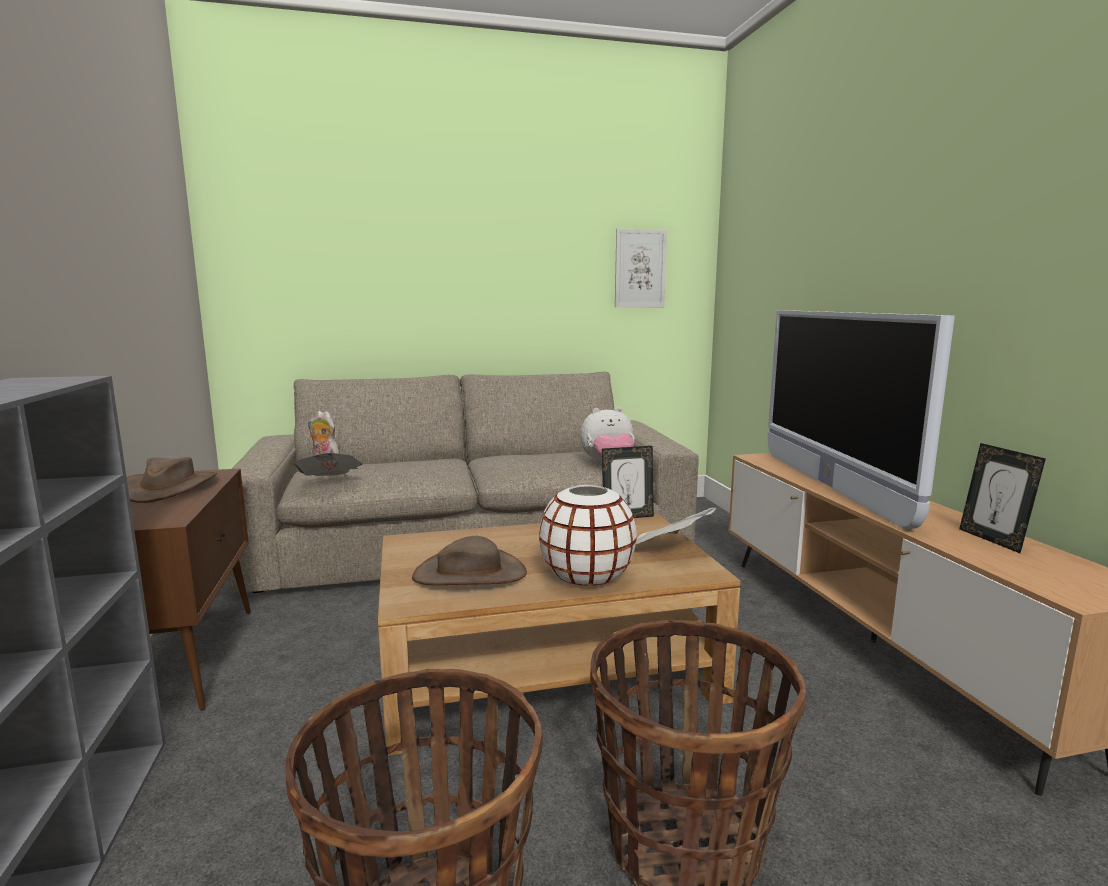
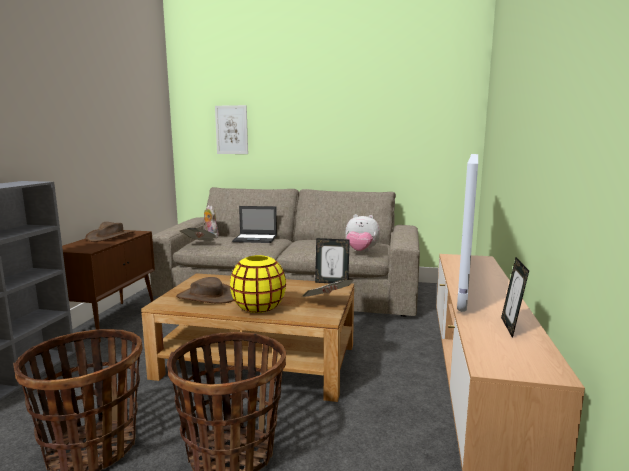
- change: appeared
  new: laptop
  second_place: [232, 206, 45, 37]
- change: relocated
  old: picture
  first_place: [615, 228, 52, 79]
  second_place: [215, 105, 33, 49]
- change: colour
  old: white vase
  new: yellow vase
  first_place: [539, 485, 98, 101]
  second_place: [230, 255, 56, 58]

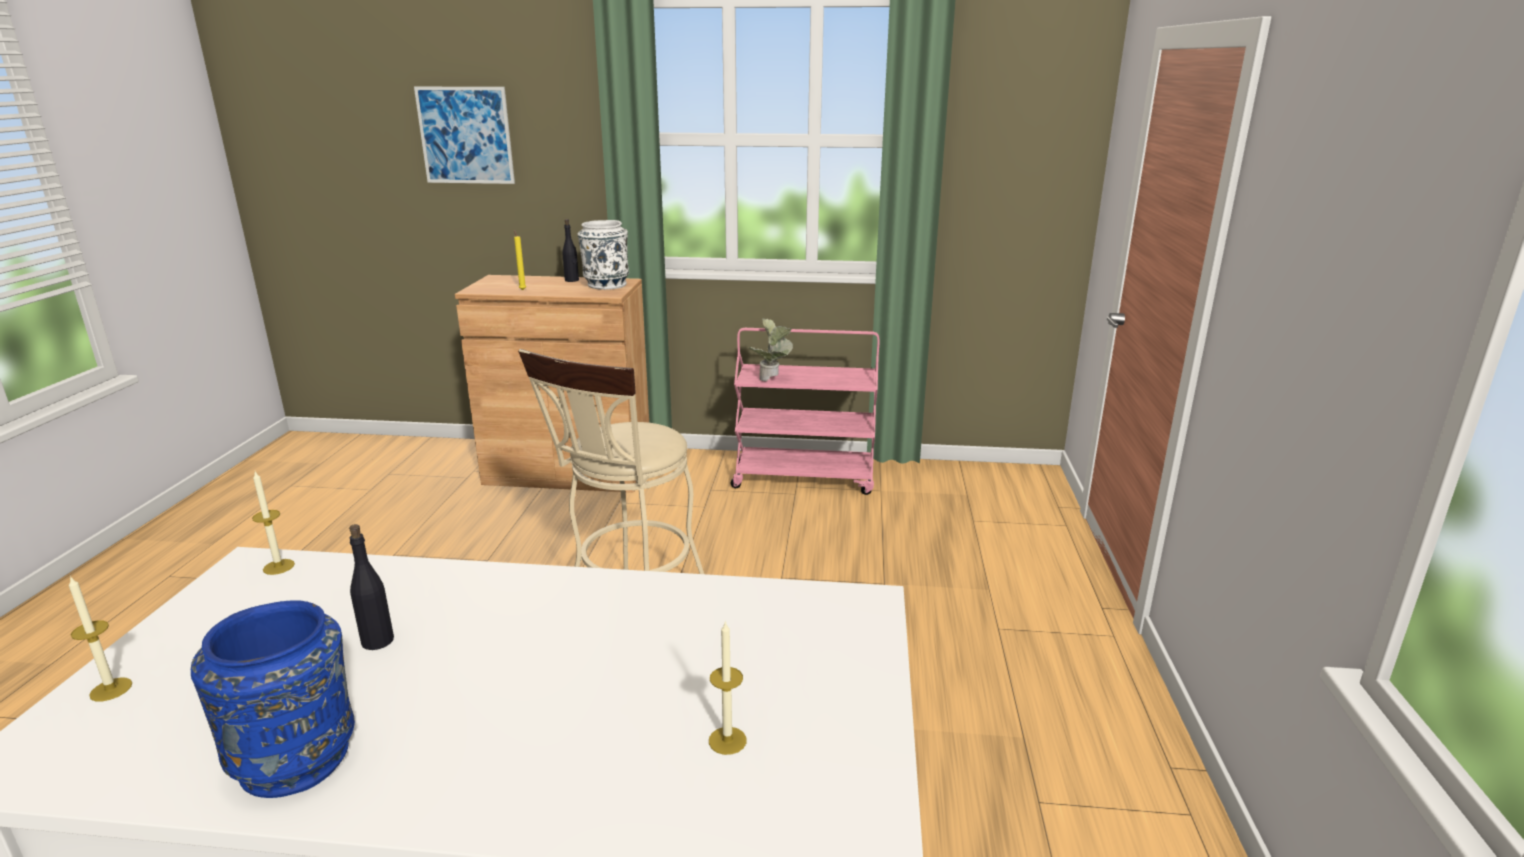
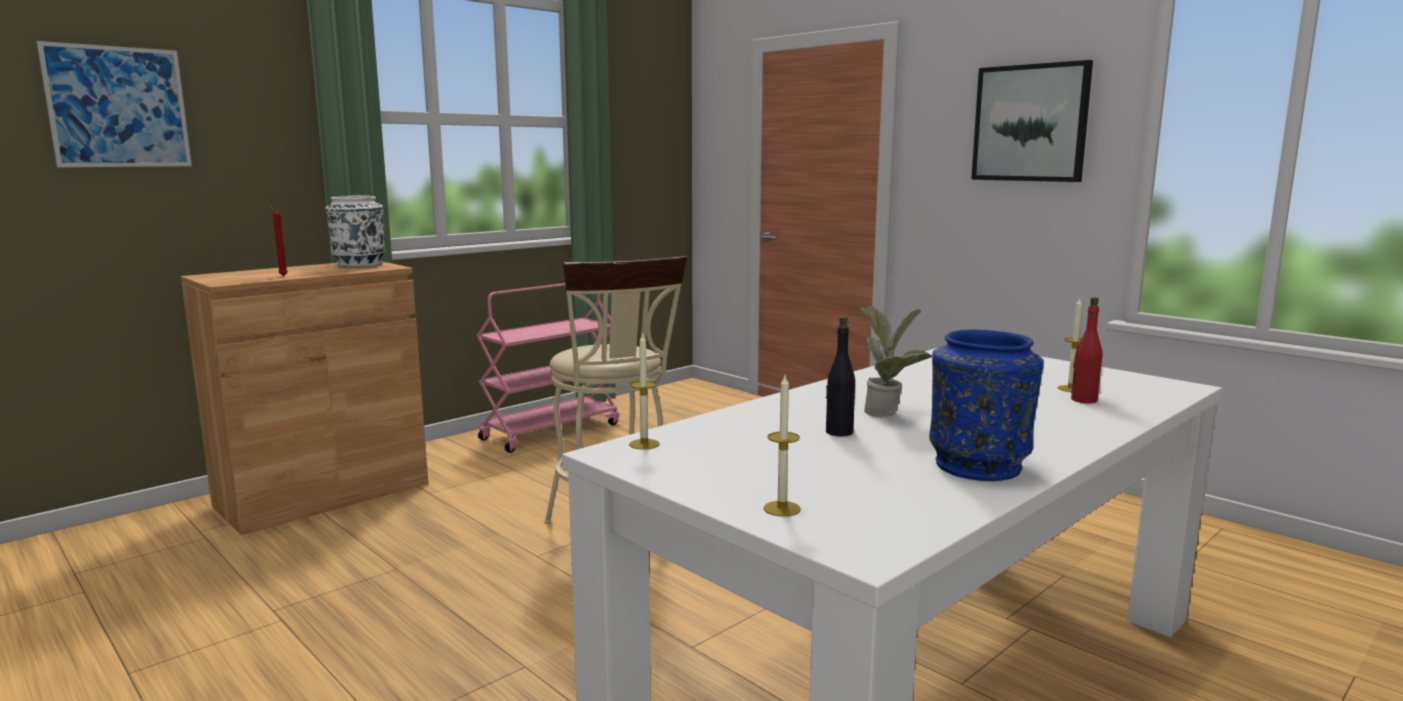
- change: missing
  old: black bottle
  first_place: [562, 219, 17, 63]
- change: appeared
  new: picture
  second_place: [971, 60, 122, 122]
- change: appeared
  new: red bottle
  second_place: [1071, 297, 31, 107]
- change: relocated
  old: potted plant
  first_place: [749, 318, 44, 63]
  second_place: [861, 306, 71, 112]
- change: colour
  old: yellow candle
  new: red candle
  first_place: [514, 230, 12, 60]
  second_place: [269, 206, 19, 70]

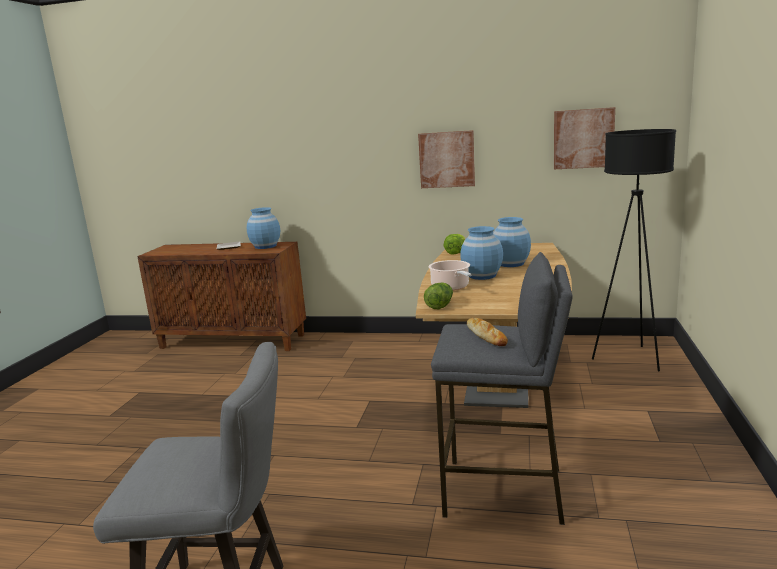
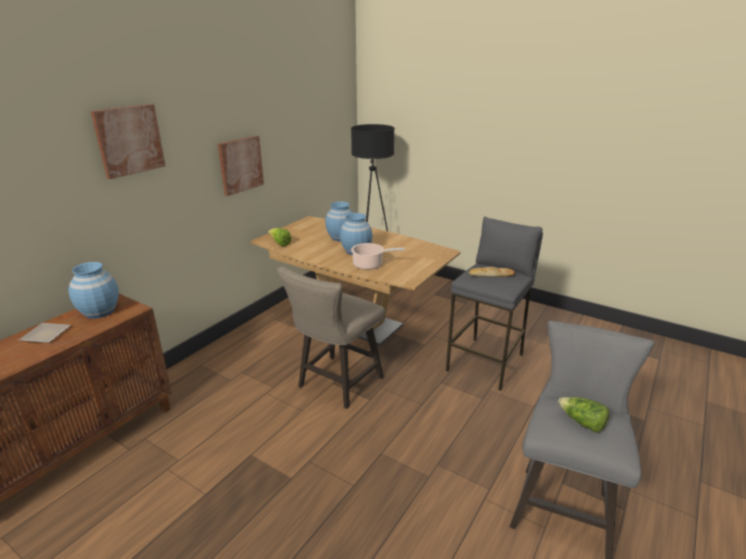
- change: appeared
  new: beige stool
  second_place: [277, 266, 108, 143]
- change: relocated
  old: lettuce
  first_place: [424, 282, 29, 27]
  second_place: [558, 397, 51, 35]
- change: relocated
  old: picture
  first_place: [554, 107, 61, 62]
  second_place: [91, 104, 75, 75]

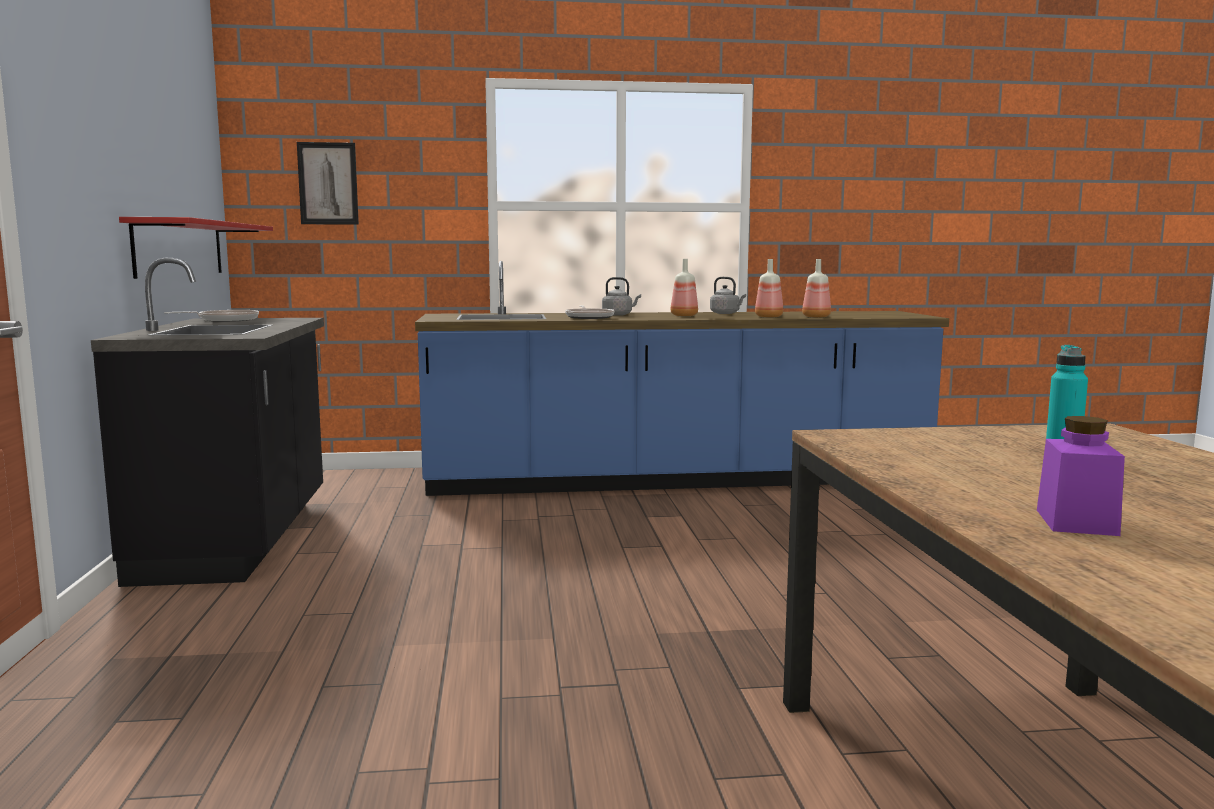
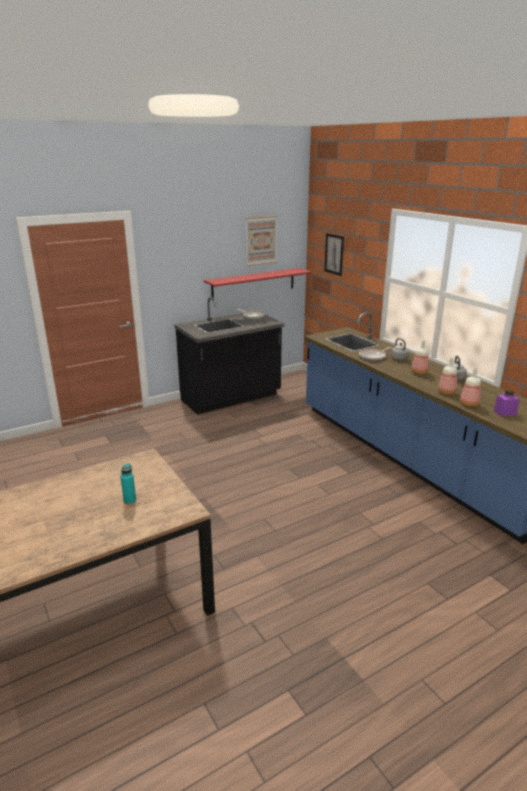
- change: appeared
  new: picture
  second_place: [246, 216, 31, 50]
- change: relocated
  old: purple jar
  first_place: [1037, 416, 88, 120]
  second_place: [494, 389, 25, 28]

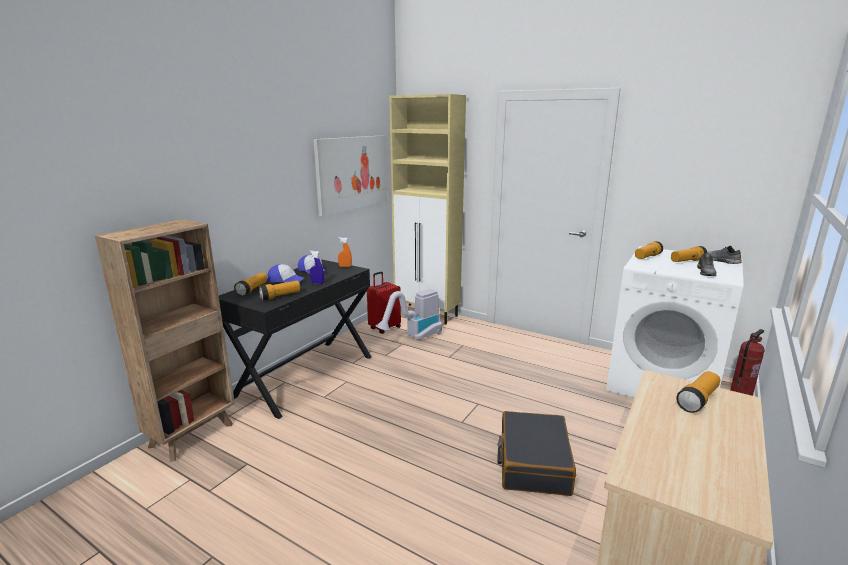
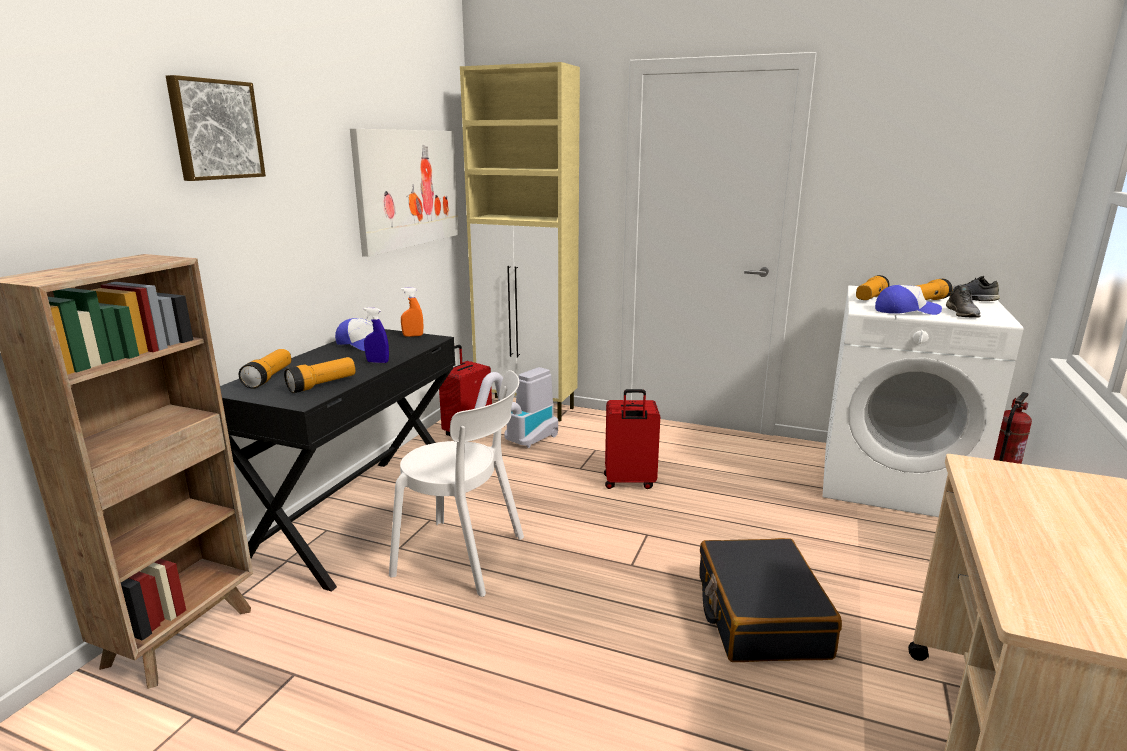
- change: missing
  old: flashlight
  first_place: [676, 371, 44, 42]
- change: appeared
  new: picture
  second_place: [166, 75, 100, 106]
- change: appeared
  new: white chair
  second_place: [389, 370, 135, 227]
- change: appeared
  new: red suitcase
  second_place: [604, 389, 56, 100]
- change: relocated
  old: cap
  first_place: [267, 264, 38, 19]
  second_place: [875, 285, 67, 30]

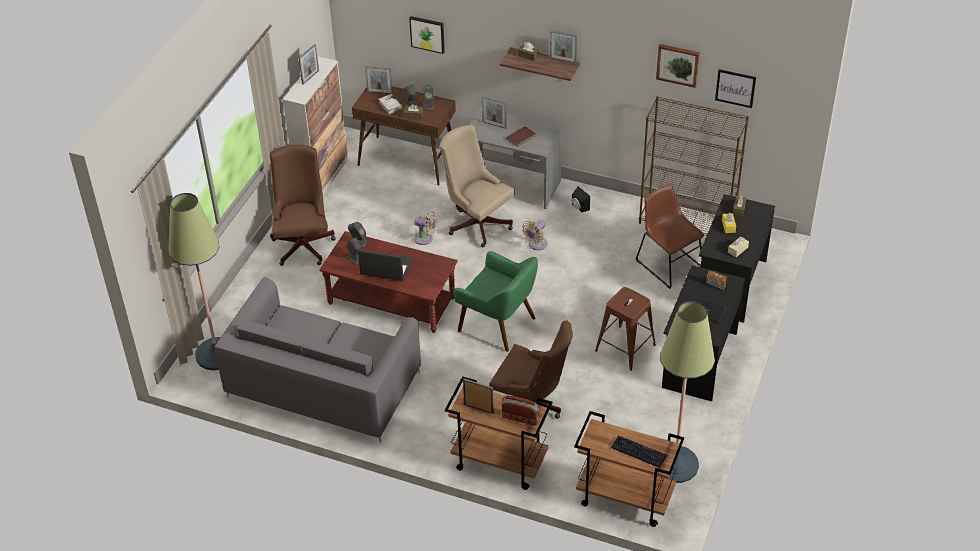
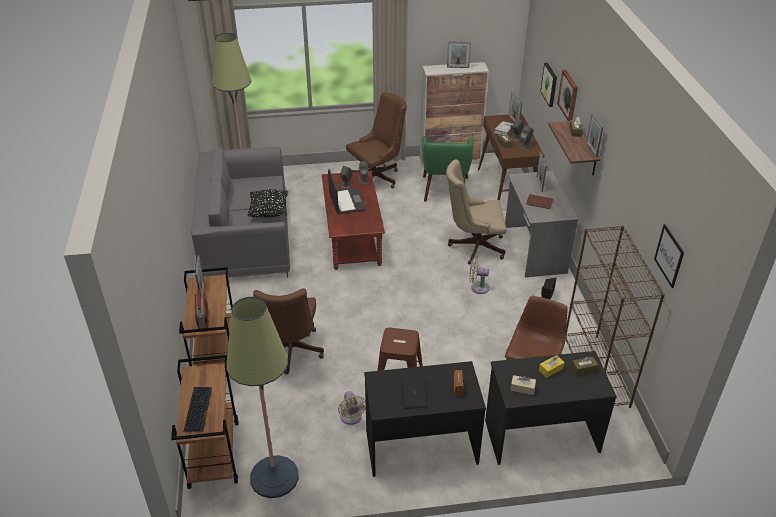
- change: appeared
  new: black pillow
  second_place: [248, 189, 40, 28]
- change: relocated
  old: beige fan
  first_place: [414, 211, 22, 34]
  second_place: [338, 391, 28, 34]
- change: relocated
  old: green armchair
  first_place: [453, 251, 85, 101]
  second_place: [422, 136, 51, 66]
- change: relocated
  old: picture
  first_place: [656, 44, 44, 44]
  second_place: [557, 70, 21, 51]
- change: spun
  old: beige office chair
  first_place: [439, 125, 76, 122]
  second_place: [446, 159, 61, 106]
  degrees: -105

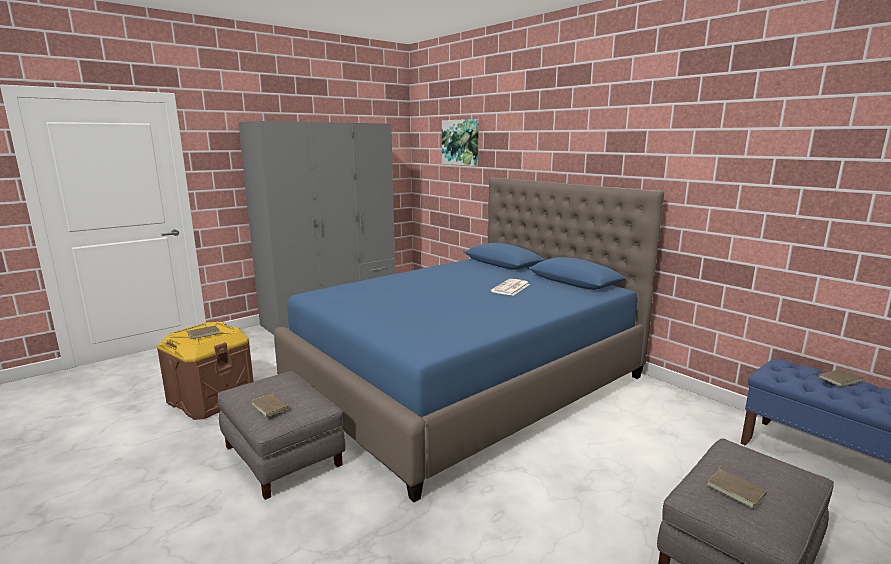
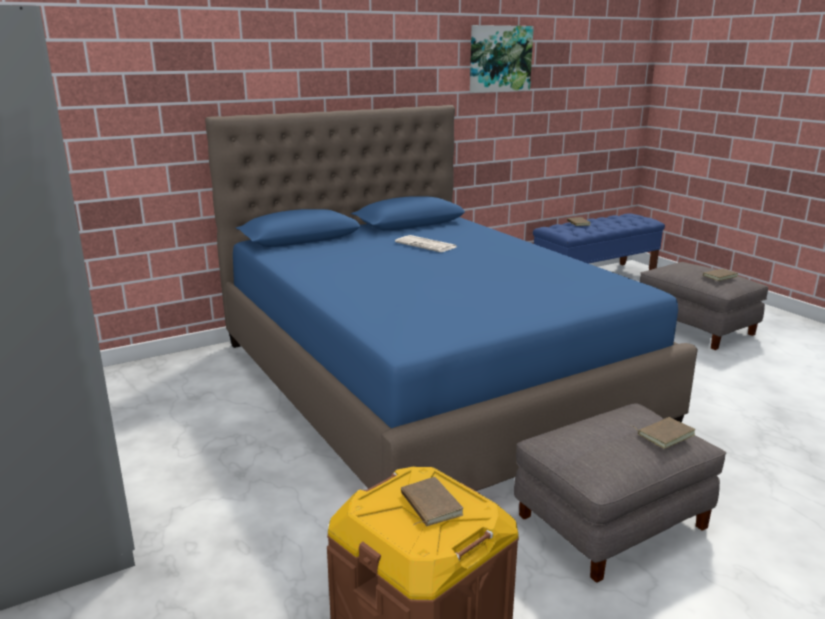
- change: relocated
  old: picture
  first_place: [442, 119, 37, 47]
  second_place: [470, 25, 64, 68]

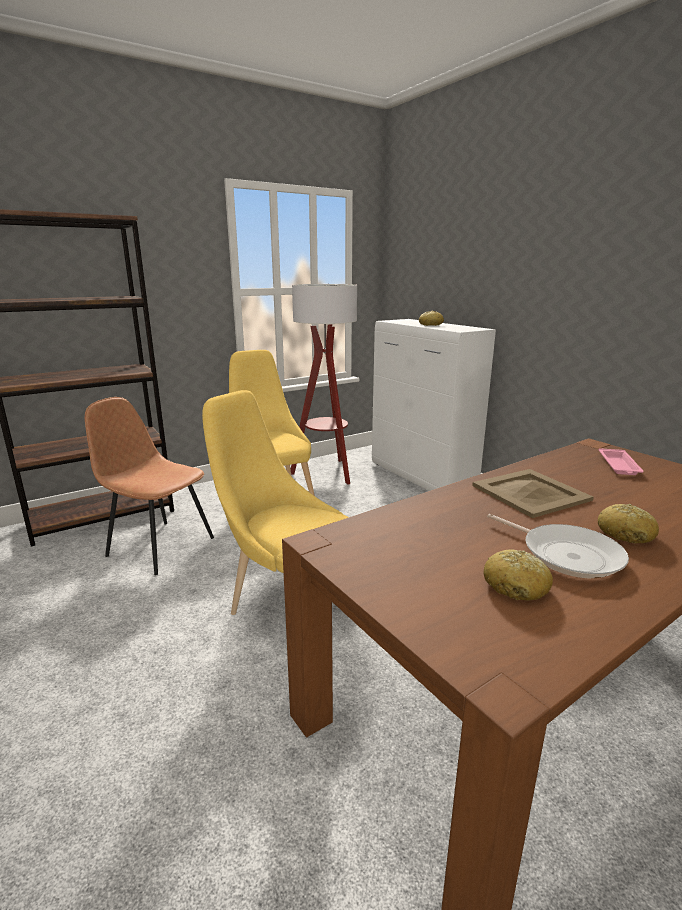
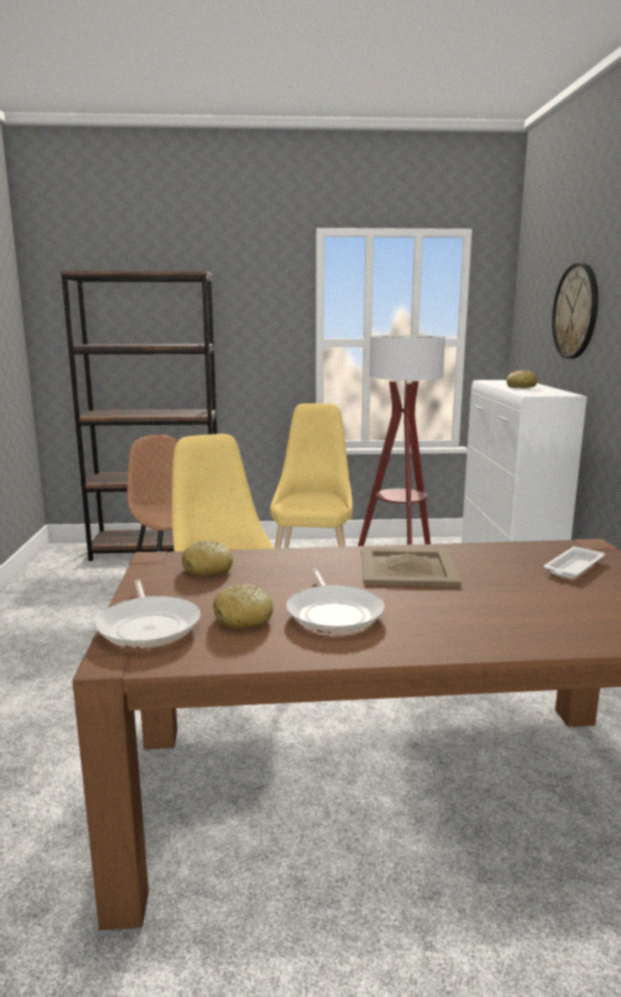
- change: appeared
  new: frying pan
  second_place: [95, 580, 106, 68]
- change: appeared
  new: wall clock
  second_place: [552, 263, 46, 96]
- change: relocated
  old: bread
  first_place: [598, 504, 61, 40]
  second_place: [182, 541, 51, 35]
- change: colour
  old: pink tray
  new: white tray
  first_place: [599, 448, 45, 27]
  second_place: [544, 546, 61, 33]

